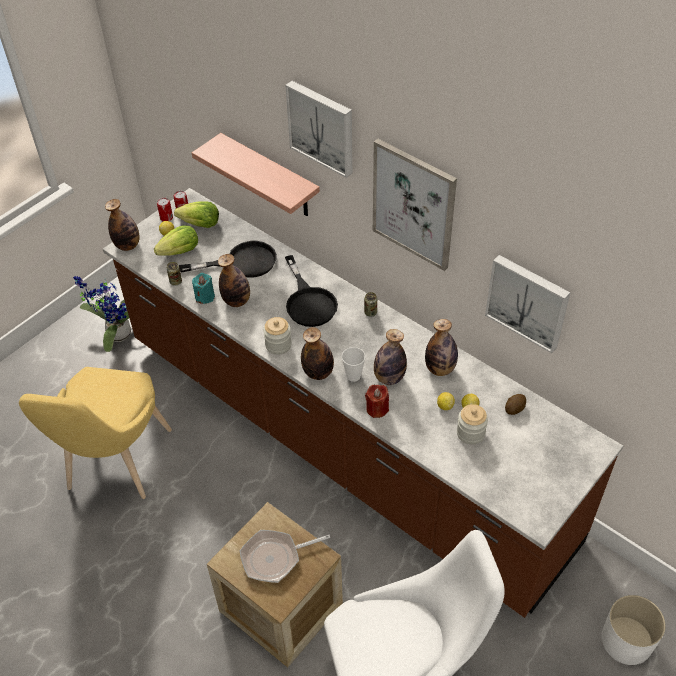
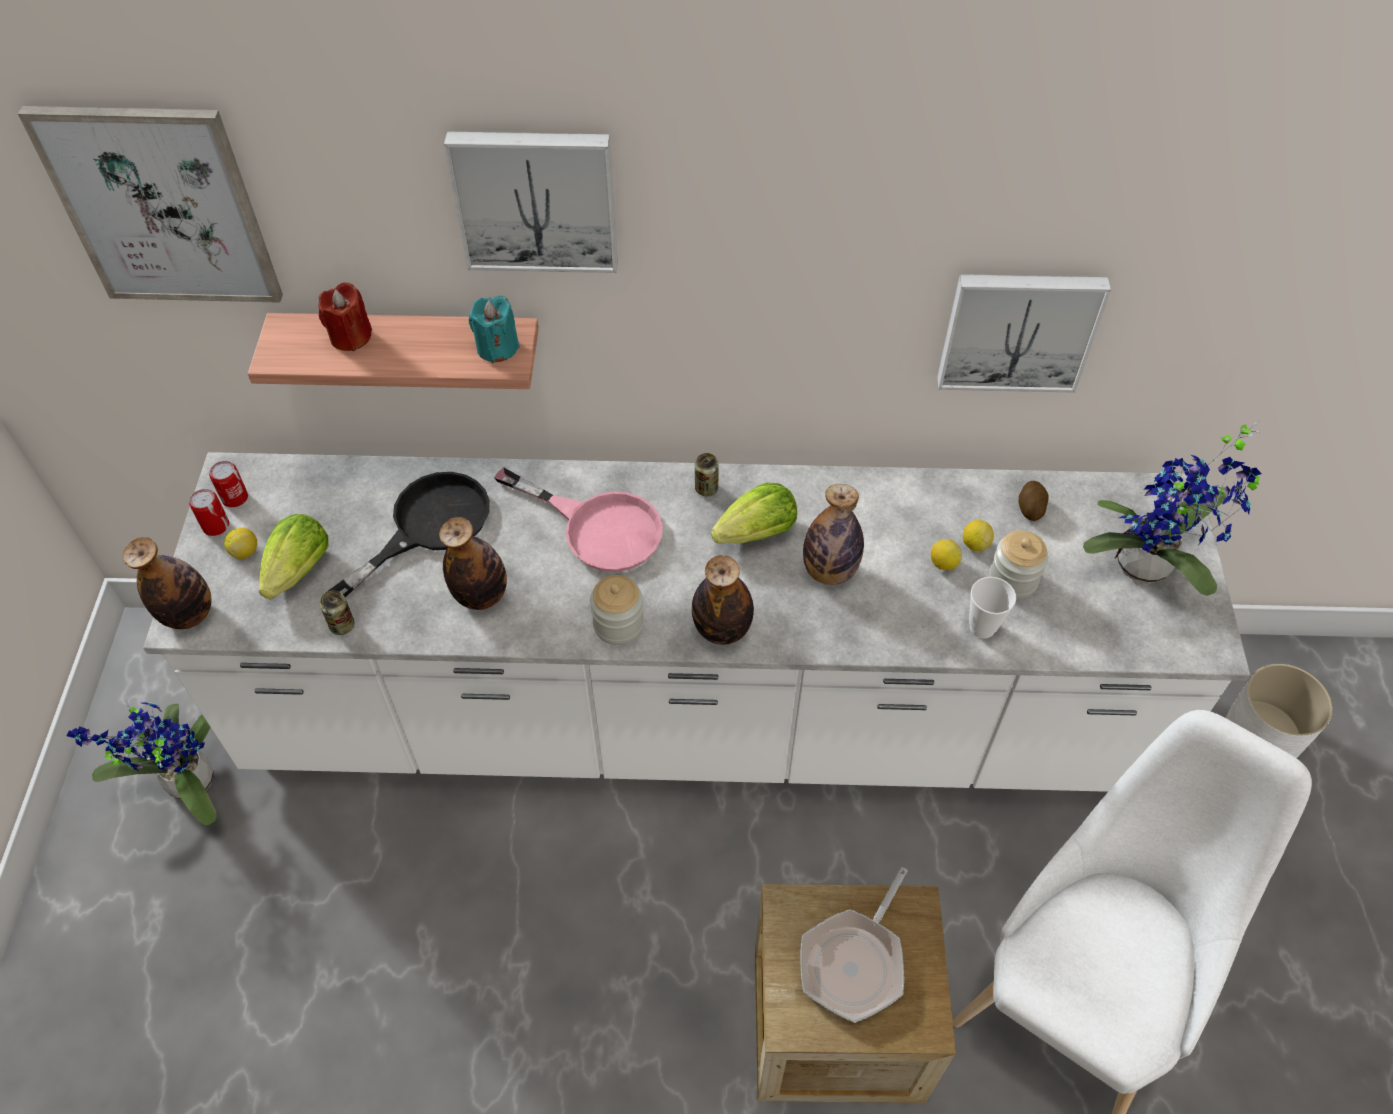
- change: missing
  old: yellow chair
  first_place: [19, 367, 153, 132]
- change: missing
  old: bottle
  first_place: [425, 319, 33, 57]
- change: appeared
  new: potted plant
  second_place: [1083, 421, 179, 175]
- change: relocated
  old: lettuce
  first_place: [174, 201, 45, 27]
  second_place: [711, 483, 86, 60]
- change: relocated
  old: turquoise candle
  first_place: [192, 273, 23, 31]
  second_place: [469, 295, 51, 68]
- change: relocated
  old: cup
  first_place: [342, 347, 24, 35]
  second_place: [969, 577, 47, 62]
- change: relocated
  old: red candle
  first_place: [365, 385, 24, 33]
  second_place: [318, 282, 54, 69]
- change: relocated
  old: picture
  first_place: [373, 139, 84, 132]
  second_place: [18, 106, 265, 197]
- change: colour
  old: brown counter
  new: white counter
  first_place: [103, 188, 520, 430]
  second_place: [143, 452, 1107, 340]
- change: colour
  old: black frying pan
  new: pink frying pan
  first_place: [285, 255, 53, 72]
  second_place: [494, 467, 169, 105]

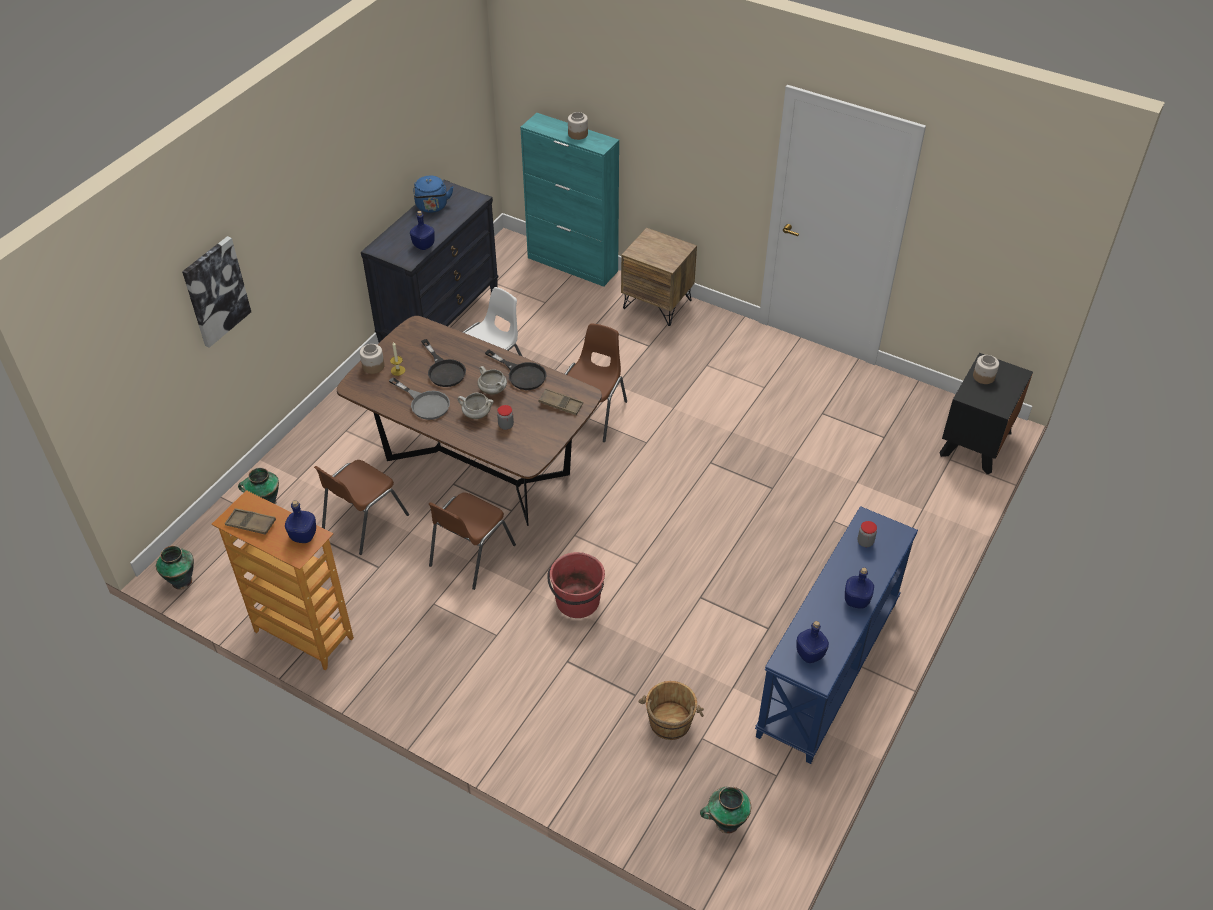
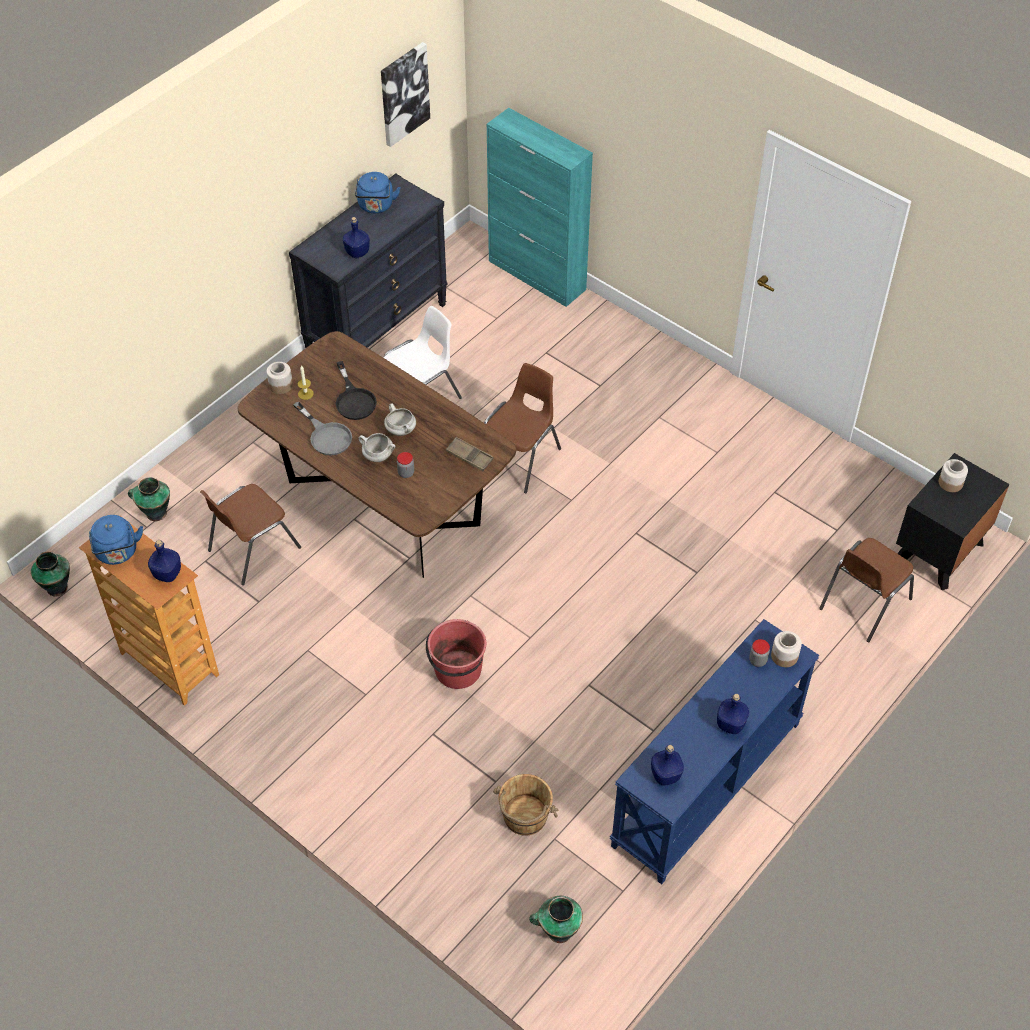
- change: missing
  old: black frying pan
  first_place: [485, 350, 61, 40]
- change: missing
  old: brown nightstand
  first_place: [621, 228, 76, 98]
- change: relocated
  old: picture
  first_place: [182, 236, 69, 112]
  second_place: [381, 42, 49, 105]
- change: relocated
  old: brown chair
  first_place: [428, 492, 88, 98]
  second_place: [819, 538, 95, 104]
- change: relocated
  old: jar
  first_place: [568, 112, 20, 28]
  second_place: [771, 631, 31, 36]
- change: exchanged
  old: brown tray
  new: blue kettle
  first_place: [225, 508, 51, 27]
  second_place: [89, 515, 54, 50]

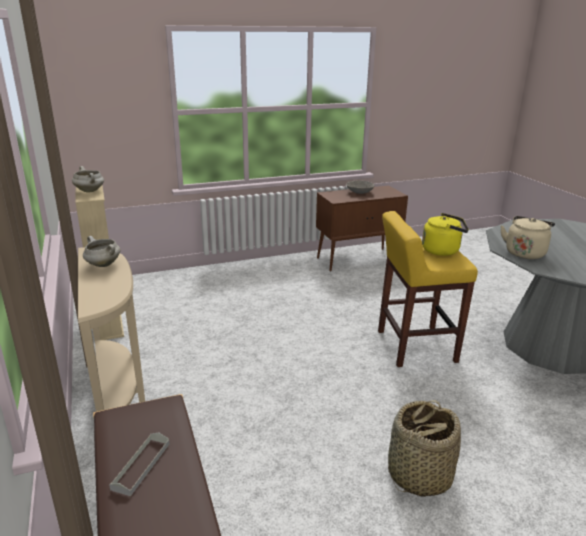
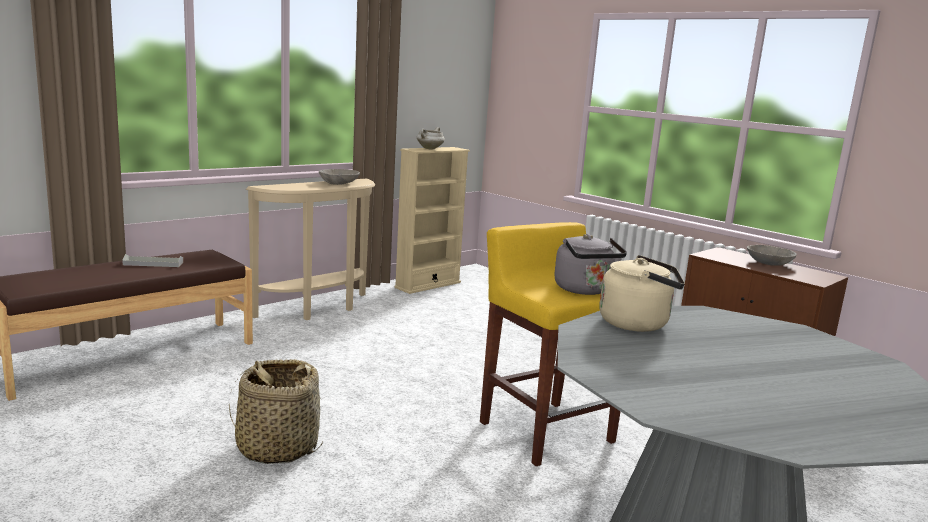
- change: exchanged
  old: white cooking pot
  new: grey bowl
  first_place: [83, 236, 37, 31]
  second_place: [319, 169, 41, 16]
- change: colour
  old: yellow kettle
  new: grey kettle
  first_place: [422, 213, 47, 43]
  second_place: [554, 234, 73, 61]

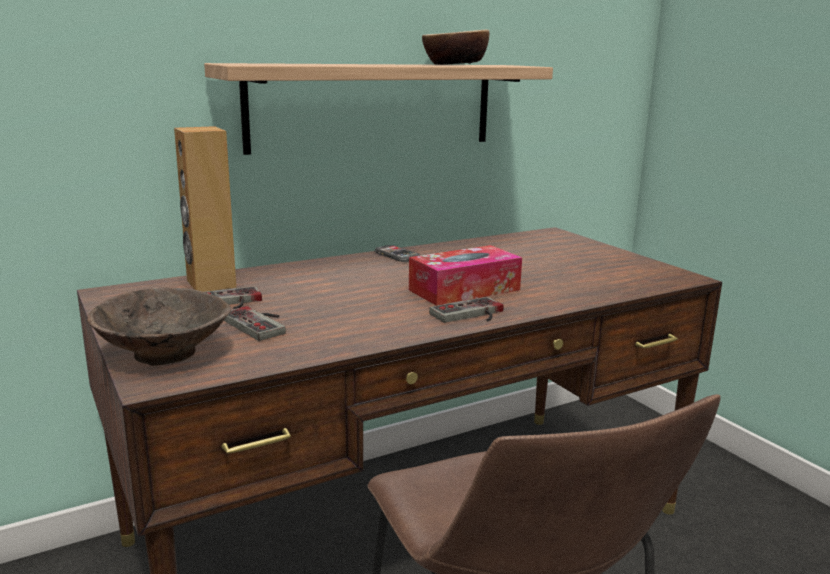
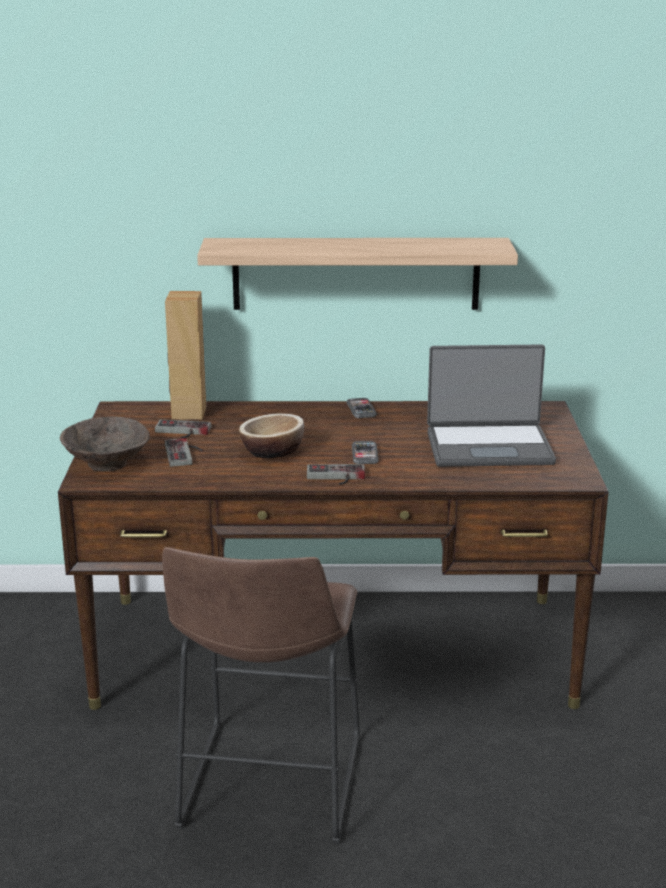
- change: appeared
  new: laptop
  second_place: [427, 344, 129, 123]
- change: relocated
  old: bowl
  first_place: [422, 30, 67, 35]
  second_place: [239, 414, 65, 44]
- change: exchanged
  old: tissue box
  new: phone
  first_place: [409, 245, 113, 61]
  second_place: [352, 441, 27, 23]

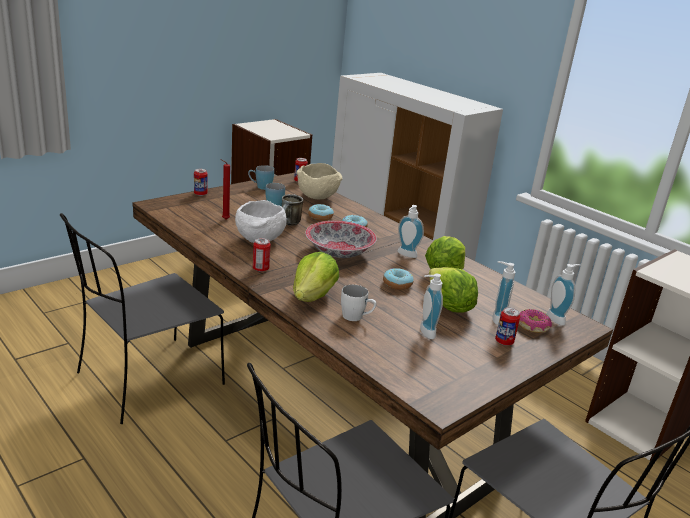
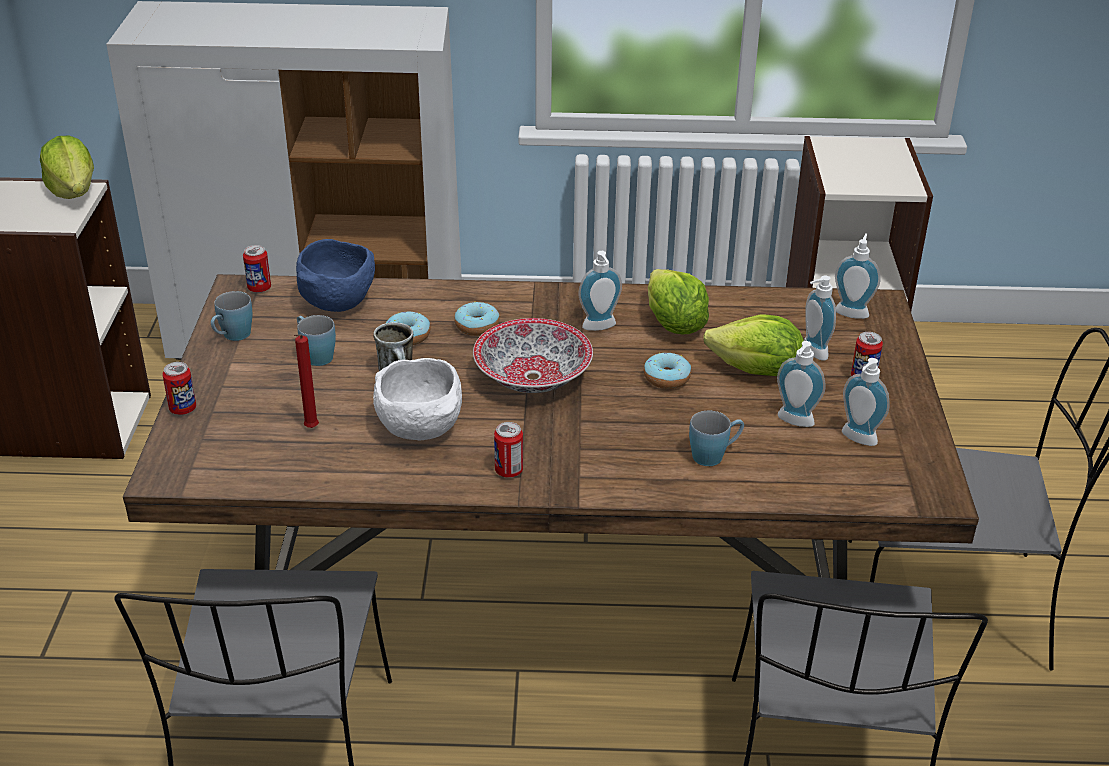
- change: missing
  old: donut
  first_place: [519, 309, 33, 24]
- change: appeared
  new: soap dispenser
  second_place: [842, 358, 48, 88]
- change: relocated
  old: lettuce
  first_place: [293, 252, 46, 50]
  second_place: [40, 135, 54, 64]
- change: colour
  old: beige bowl
  new: blue bowl
  first_place: [297, 163, 46, 36]
  second_place: [296, 239, 79, 73]
- change: colour
  old: white mug
  new: blue mug
  first_place: [341, 285, 36, 36]
  second_place: [689, 410, 55, 56]

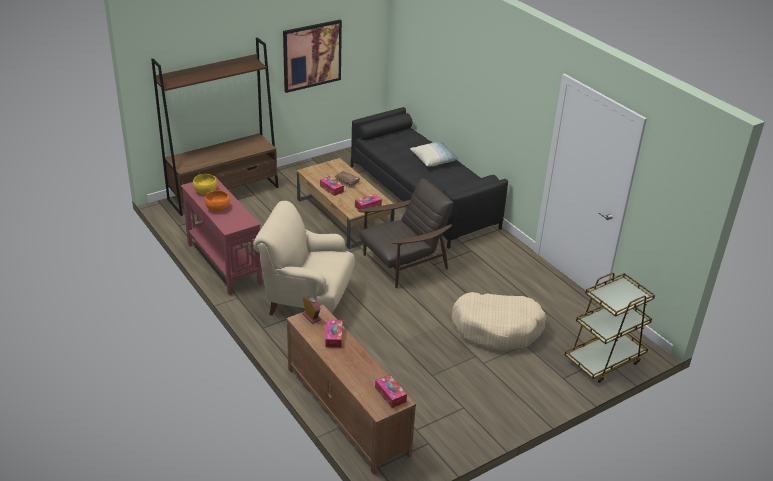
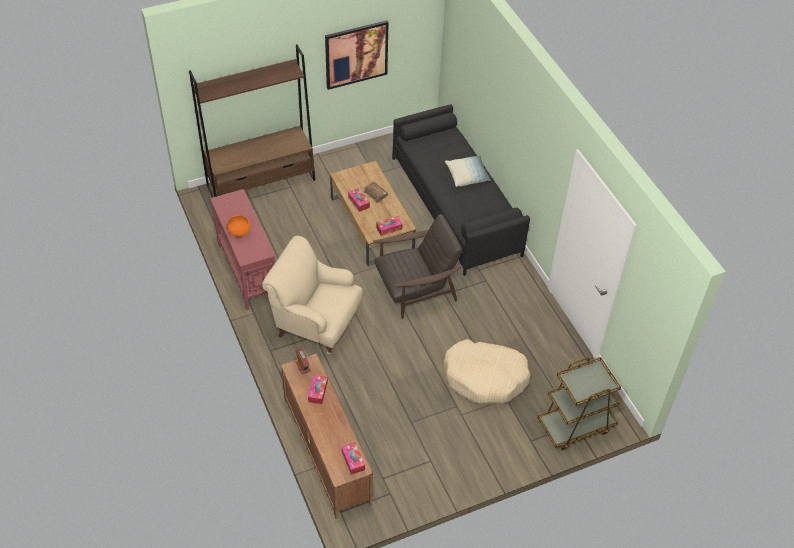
- change: missing
  old: yellow bowl
  first_place: [193, 174, 24, 21]

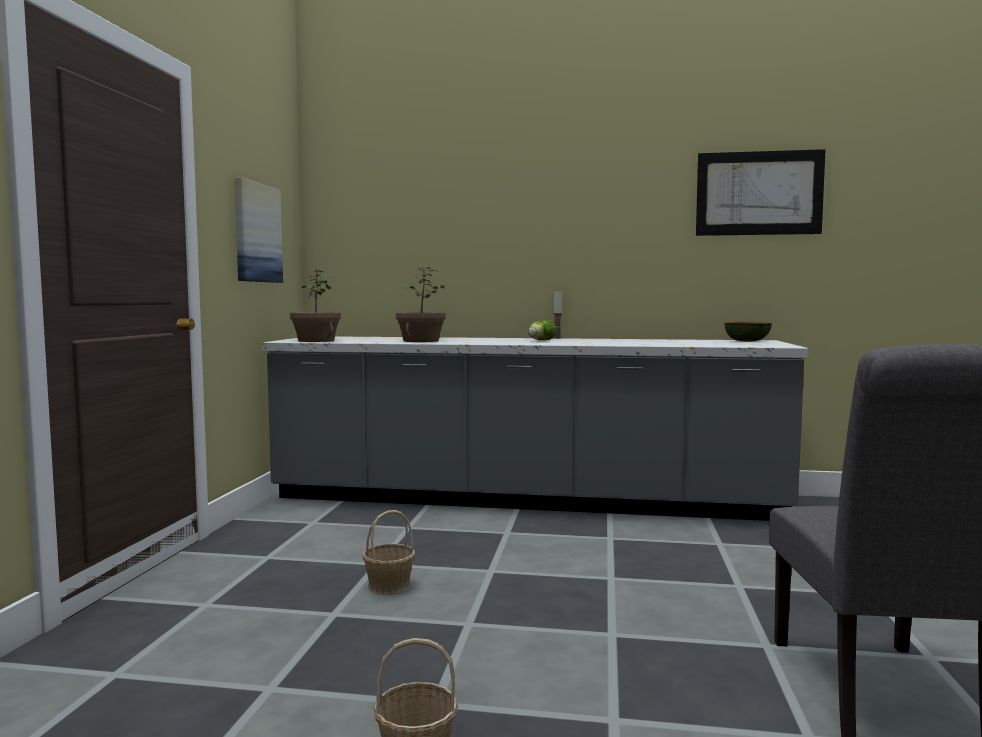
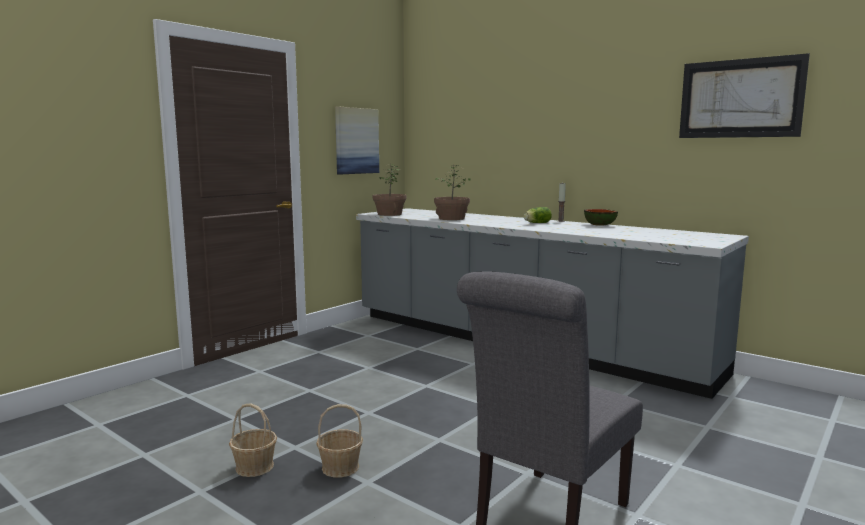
- change: relocated
  old: basket
  first_place: [362, 510, 53, 85]
  second_place: [316, 404, 47, 74]
- change: relocated
  old: bowl
  first_place: [725, 322, 47, 20]
  second_place: [584, 209, 34, 17]

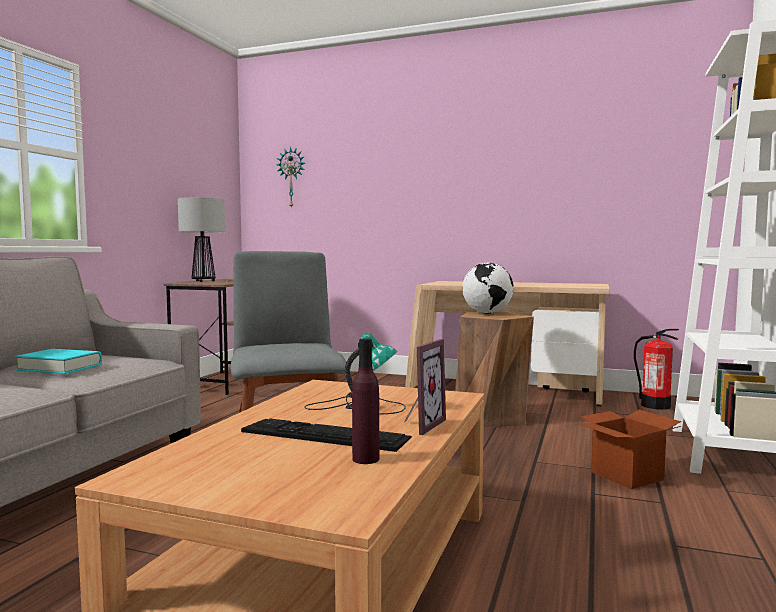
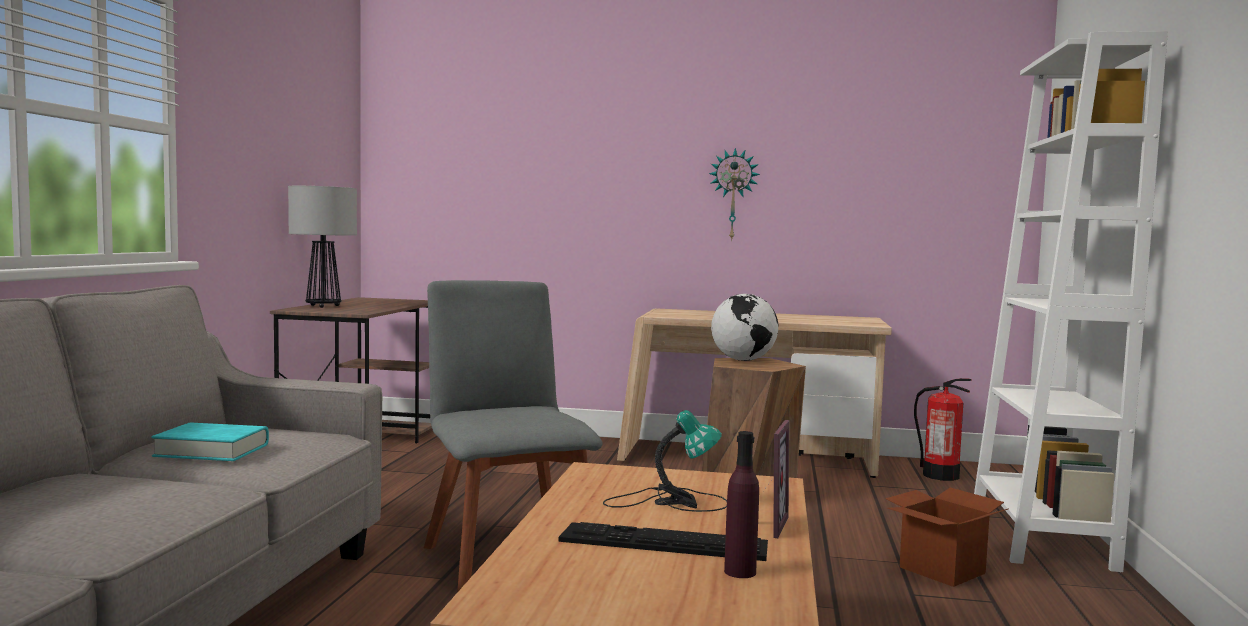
- change: relocated
  old: wall clock
  first_place: [277, 146, 28, 63]
  second_place: [709, 148, 51, 93]

